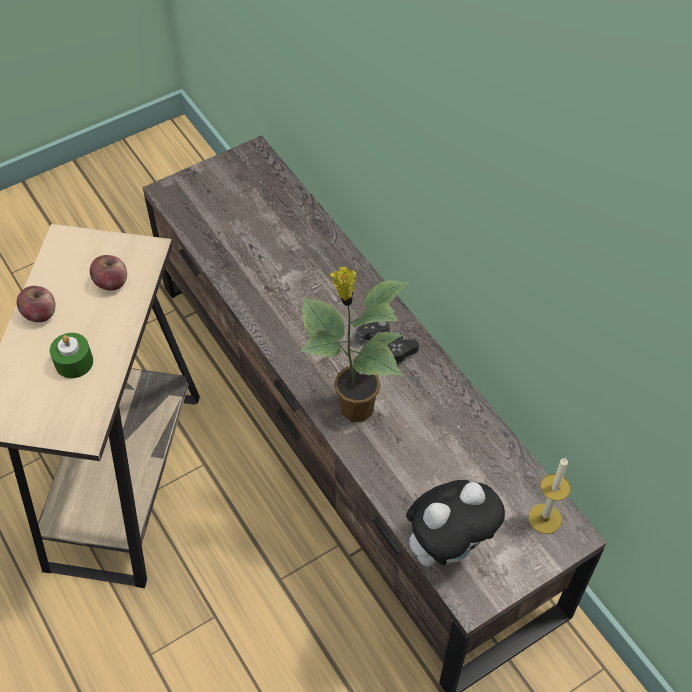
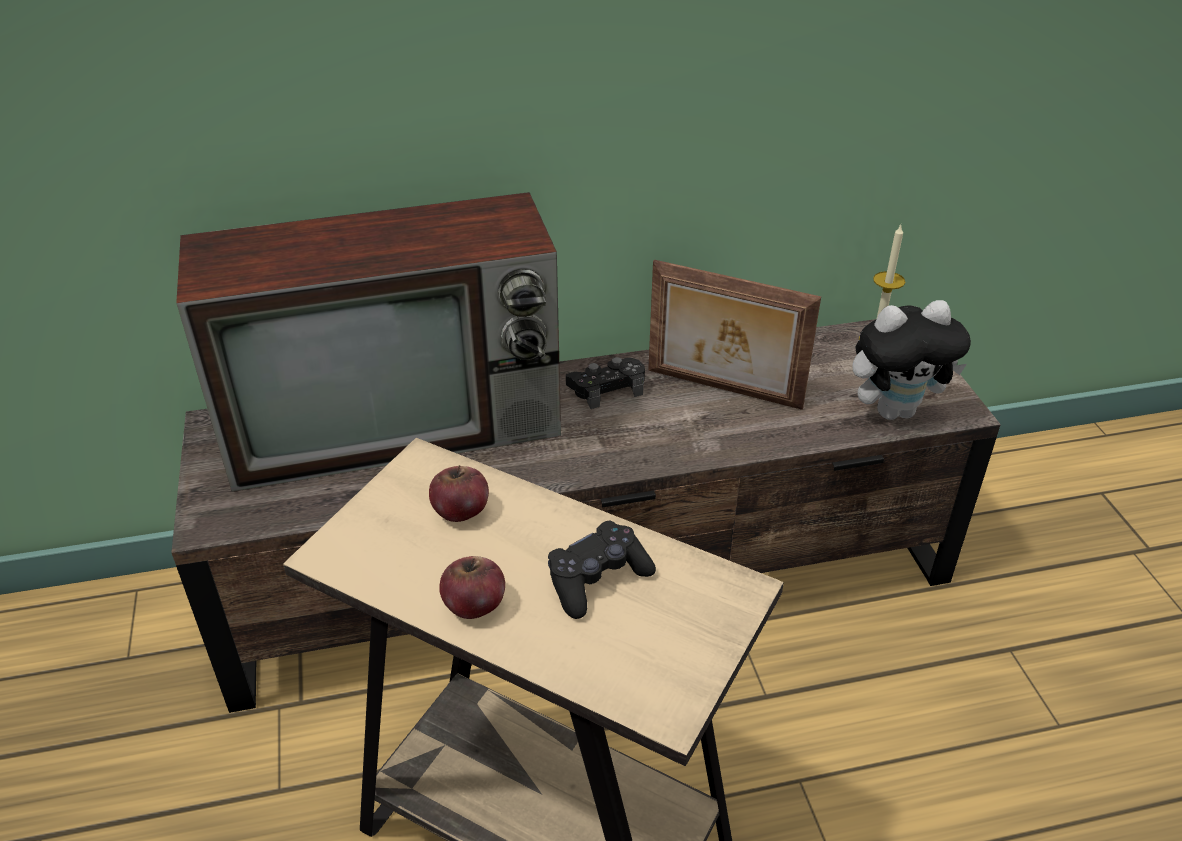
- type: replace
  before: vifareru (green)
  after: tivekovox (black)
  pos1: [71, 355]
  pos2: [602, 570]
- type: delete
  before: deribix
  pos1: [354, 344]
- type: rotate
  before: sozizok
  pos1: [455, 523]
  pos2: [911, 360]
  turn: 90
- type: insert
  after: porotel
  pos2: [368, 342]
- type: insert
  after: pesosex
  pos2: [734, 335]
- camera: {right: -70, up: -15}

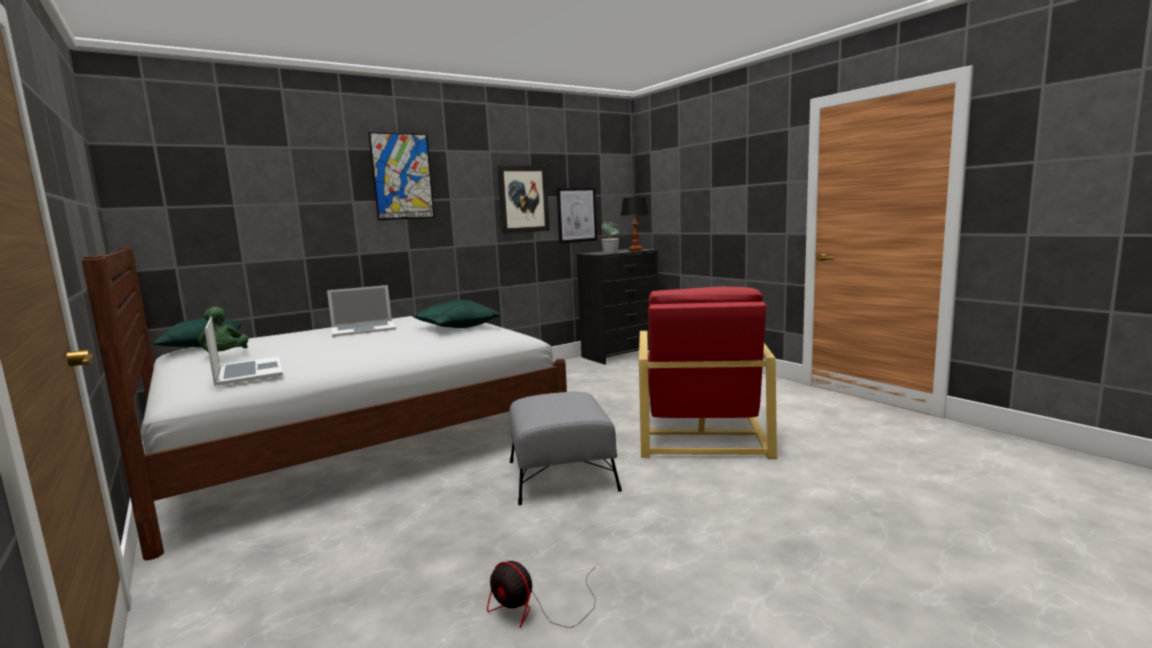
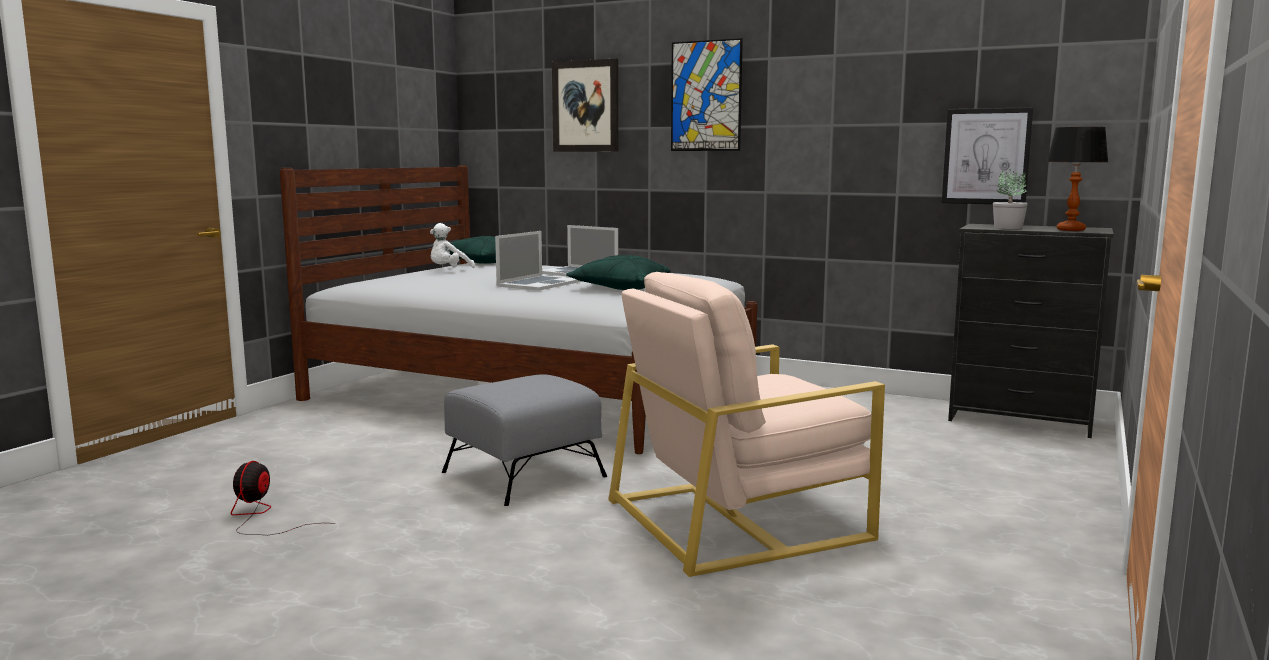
- type: recolor
  before: sozizok (green)
  after: sozizok (white)
  pos1: [223, 329]
  pos2: [452, 245]
- type: move
  before: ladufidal
  pos1: [244, 351]
  pos2: [538, 260]
- type: move
  before: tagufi
  pos1: [523, 200]
  pos2: [585, 105]
- type: recolor
  before: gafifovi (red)
  after: gafifovi (beige)
  pos1: [708, 373]
  pos2: [746, 424]
- camera: {right: 60, up: 0}

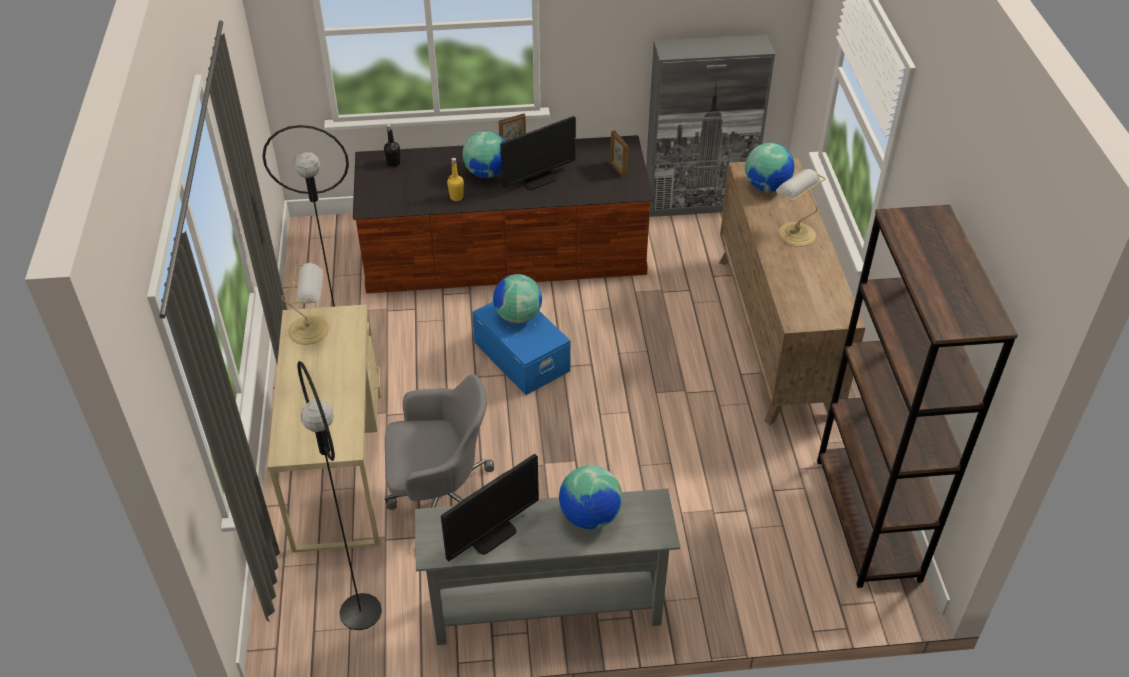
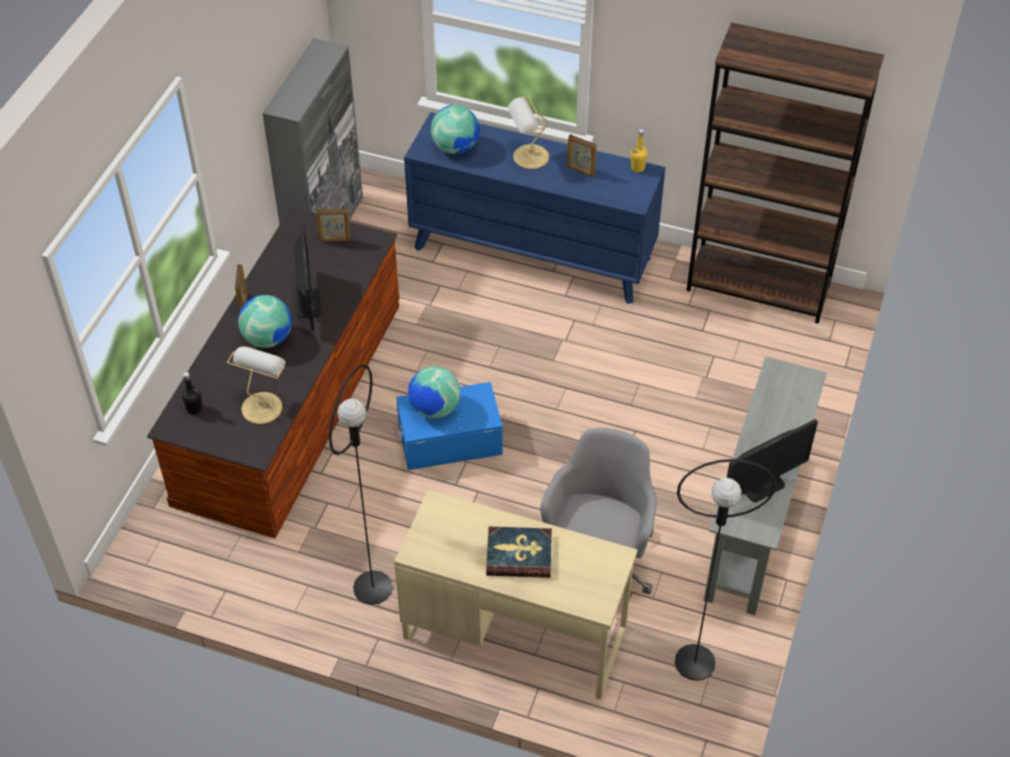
- type: move
  before: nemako
  pos1: [305, 304]
  pos2: [256, 385]
- type: rotate
  before: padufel
  pos1: [490, 507]
  pos2: [772, 460]
  turn: 75
- type: move
  before: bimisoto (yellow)
  pos1: [455, 179]
  pos2: [639, 150]
- type: delete
  before: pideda
  pos1: [591, 497]
- type: recolor
  before: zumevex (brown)
  after: zumevex (blue)
  pos1: [792, 292]
  pos2: [534, 208]
- type: insert
  after: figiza
  pos2: [519, 552]
- type: insert
  after: pesosex
  pos2: [582, 155]
- camera: {right: -65, up: 5}

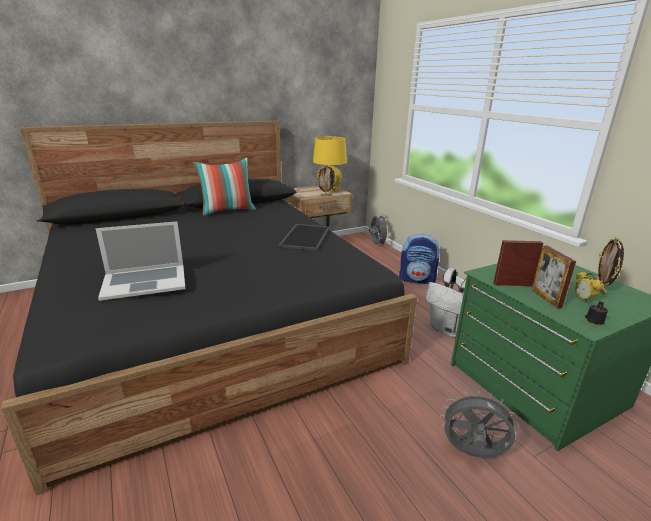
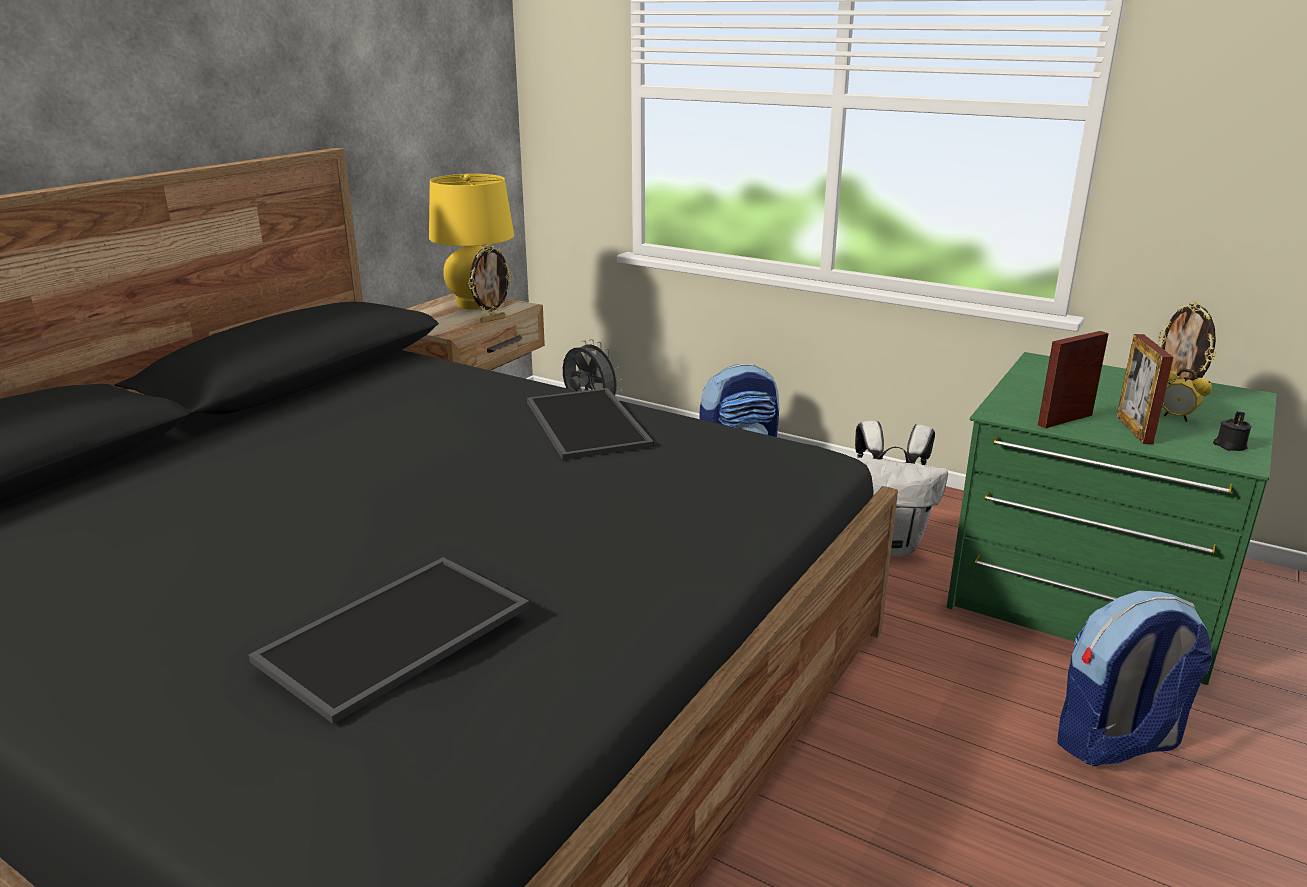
- type: replace
  before: ladufidal
  after: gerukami
  pos1: [140, 261]
  pos2: [388, 640]
- type: delete
  before: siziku
  pos1: [224, 187]
- type: replace
  before: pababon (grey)
  after: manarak
  pos1: [479, 424]
  pos2: [1134, 678]
- type: rotate
  before: pesosex
  pos1: [553, 277]
  pos2: [1145, 389]
  turn: 45
- camera: {right: -30, up: 0}

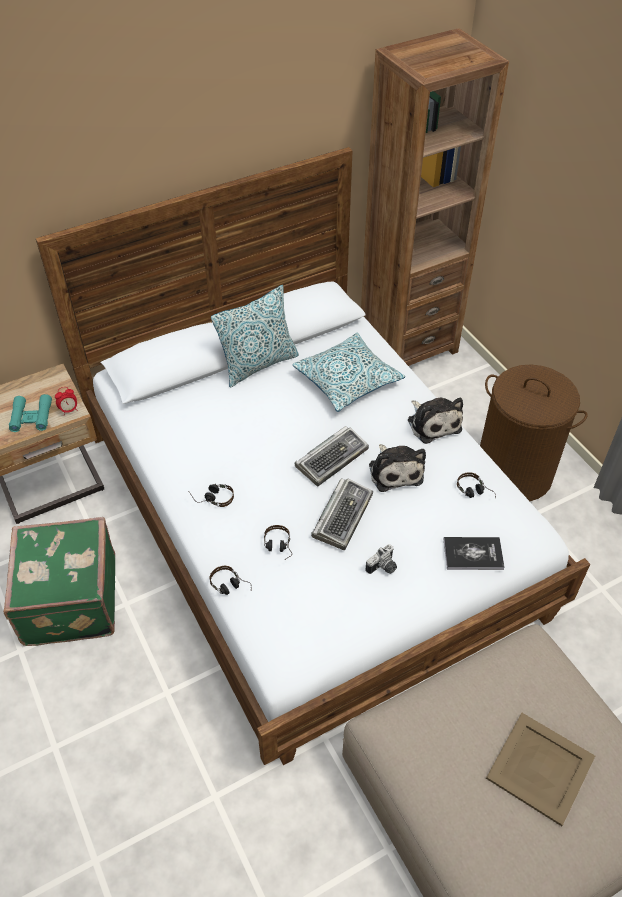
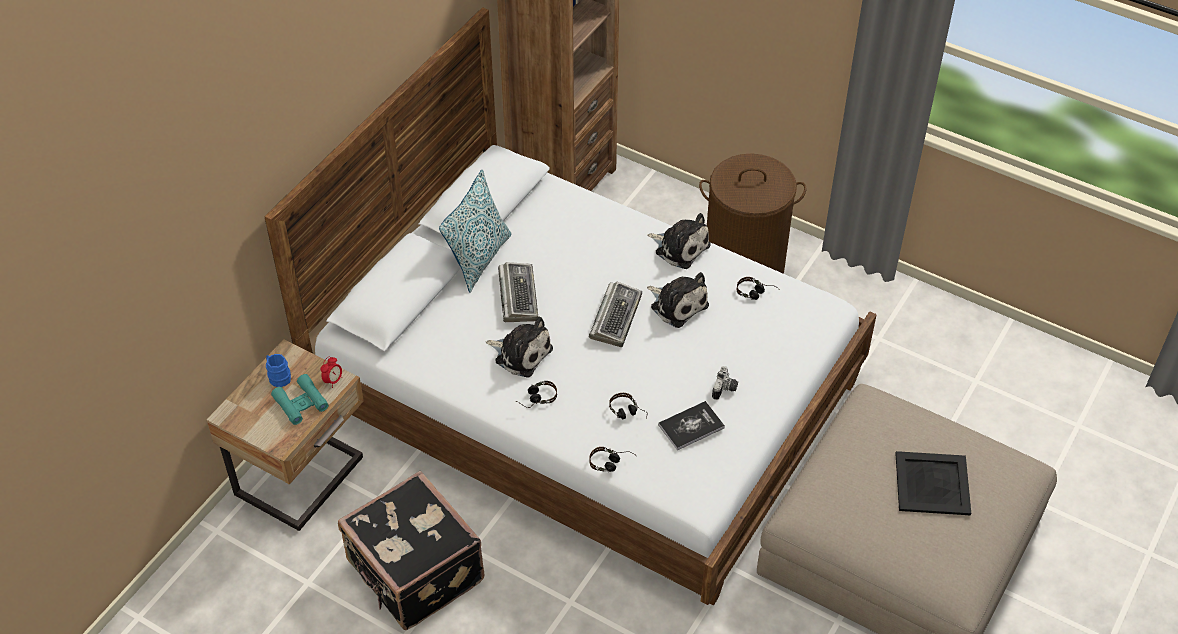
- type: recolor
  before: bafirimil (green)
  after: bafirimil (black)
  pos1: [59, 581]
  pos2: [411, 550]
- type: delete
  before: siziku
  pos1: [348, 372]
- type: move
  before: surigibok
  pos1: [342, 514]
  pos2: [518, 292]
- type: move
  before: figiza
  pos1: [474, 553]
  pos2: [691, 425]
- type: recolor
  before: gerukami (beige)
  after: gerukami (black)
  pos1: [540, 769]
  pos2: [933, 483]
- type: insert
  after: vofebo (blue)
  pos2: [278, 370]
- type: insert
  after: sozizok
  pos2: [519, 346]
- camera: {right: -30, up: 0}

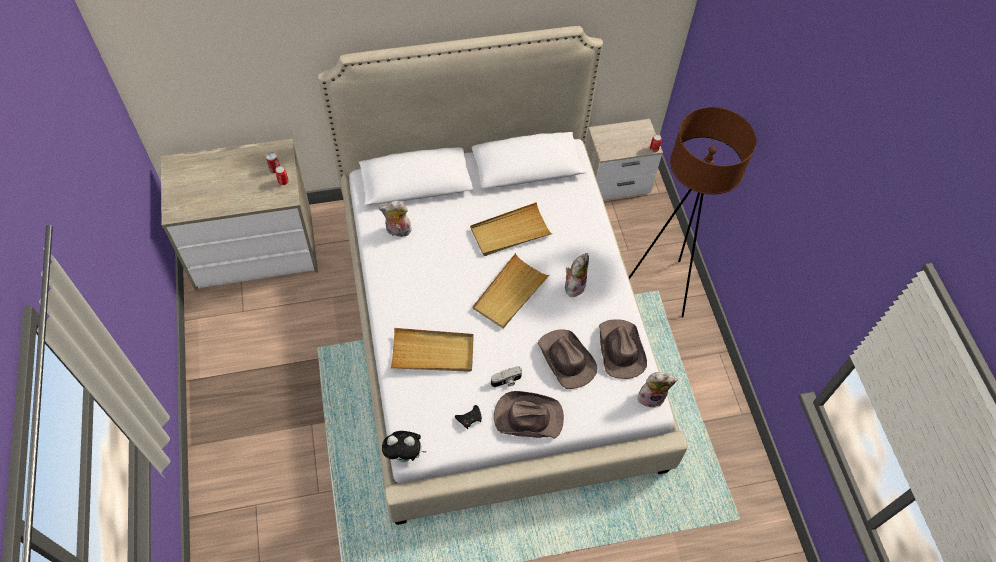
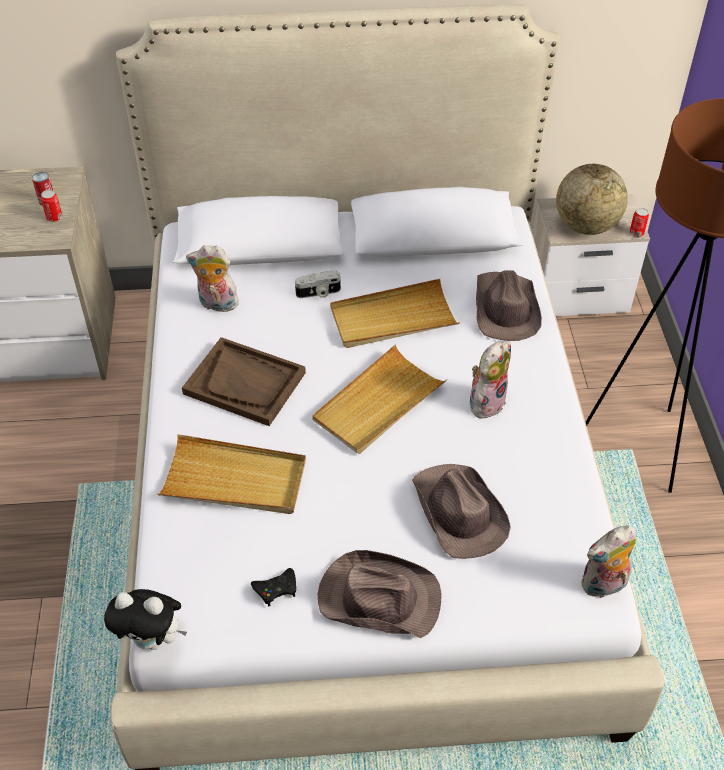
- type: move
  before: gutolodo
  pos1: [506, 376]
  pos2: [318, 284]
- type: move
  before: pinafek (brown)
  pos1: [623, 349]
  pos2: [509, 305]
- type: rotate
  before: sozizok
  pos1: [658, 390]
  pos2: [608, 562]
  turn: 150
- type: insert
  after: gerukami (brown)
  pos2: [244, 381]
- type: insert
  after: pideda
  pos2: [592, 199]
- camera: {right: 10, up: -10}

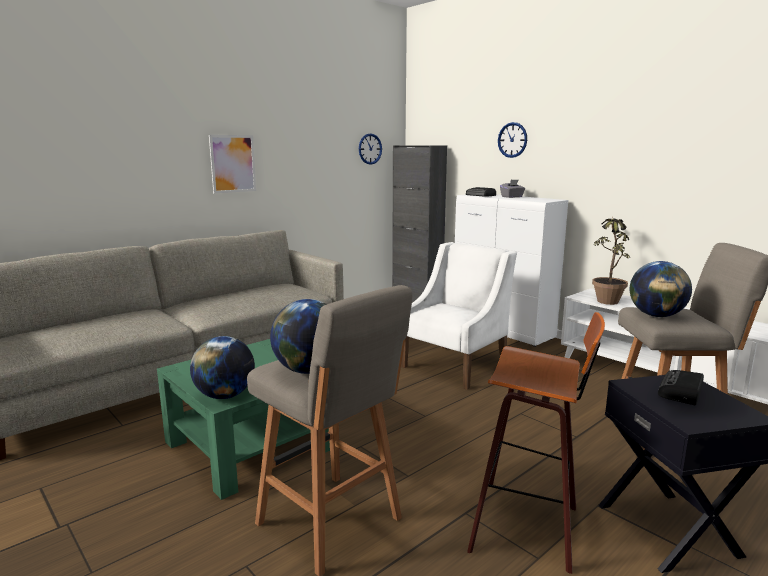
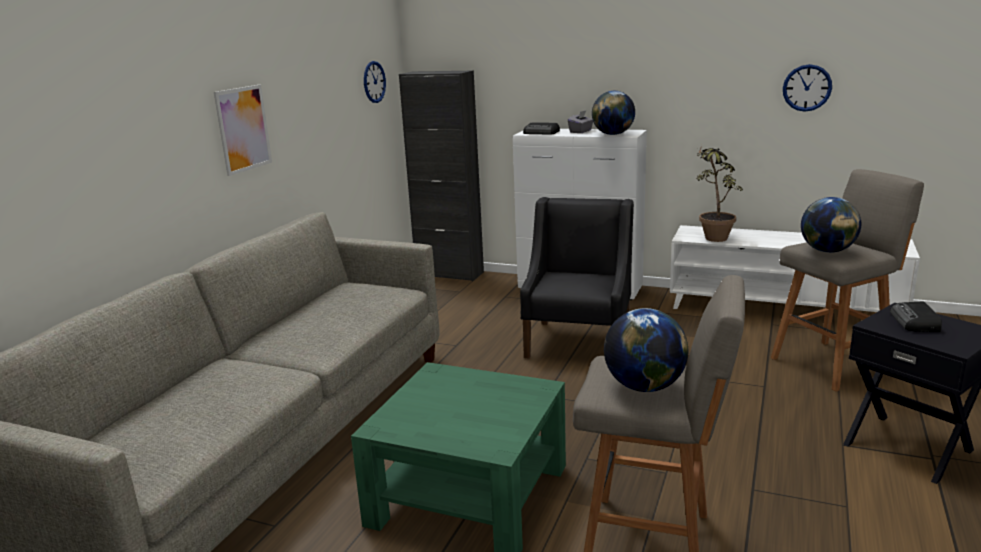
- type: move
  before: pideda
  pos1: [222, 367]
  pos2: [613, 113]
- type: recolor
  before: gafifovi (white)
  after: gafifovi (black)
  pos1: [459, 316]
  pos2: [577, 277]
- type: delete
  before: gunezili
  pos1: [536, 443]
- type: move
  before: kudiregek
  pos1: [512, 140]
  pos2: [807, 87]
- camera: {right: -25, up: 5}

